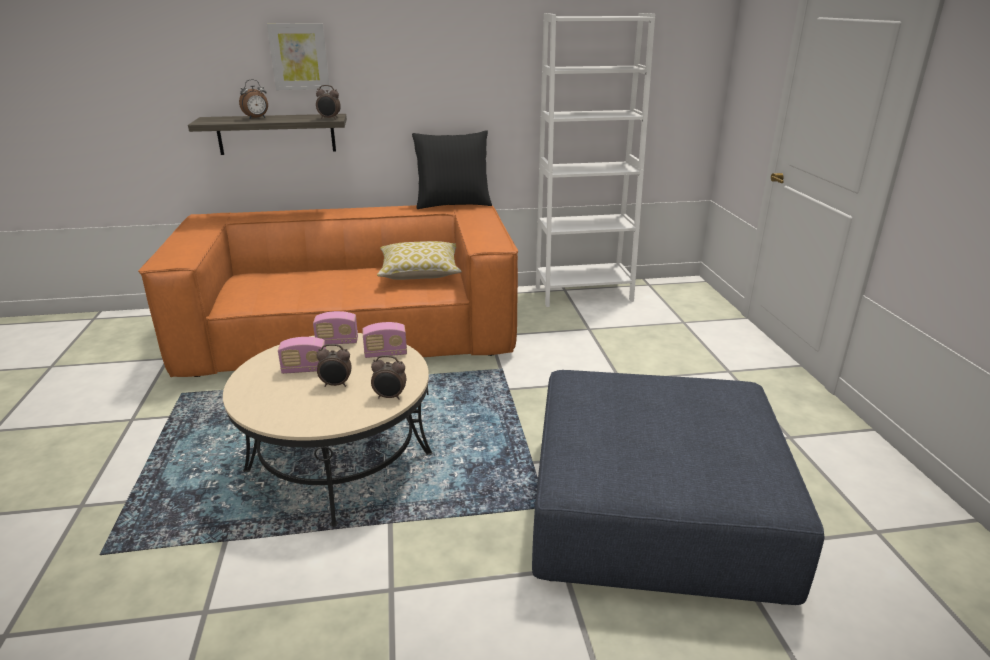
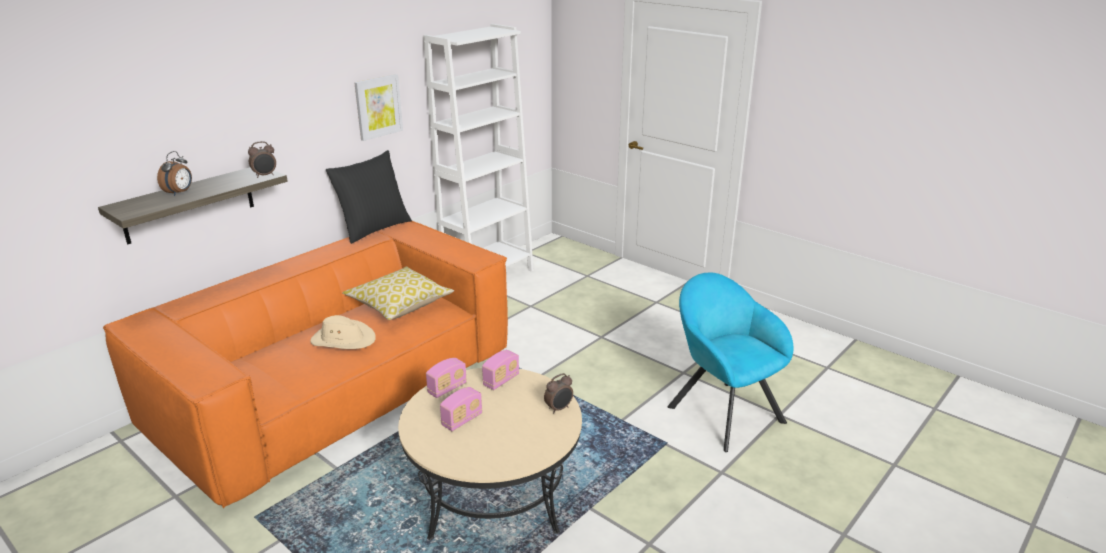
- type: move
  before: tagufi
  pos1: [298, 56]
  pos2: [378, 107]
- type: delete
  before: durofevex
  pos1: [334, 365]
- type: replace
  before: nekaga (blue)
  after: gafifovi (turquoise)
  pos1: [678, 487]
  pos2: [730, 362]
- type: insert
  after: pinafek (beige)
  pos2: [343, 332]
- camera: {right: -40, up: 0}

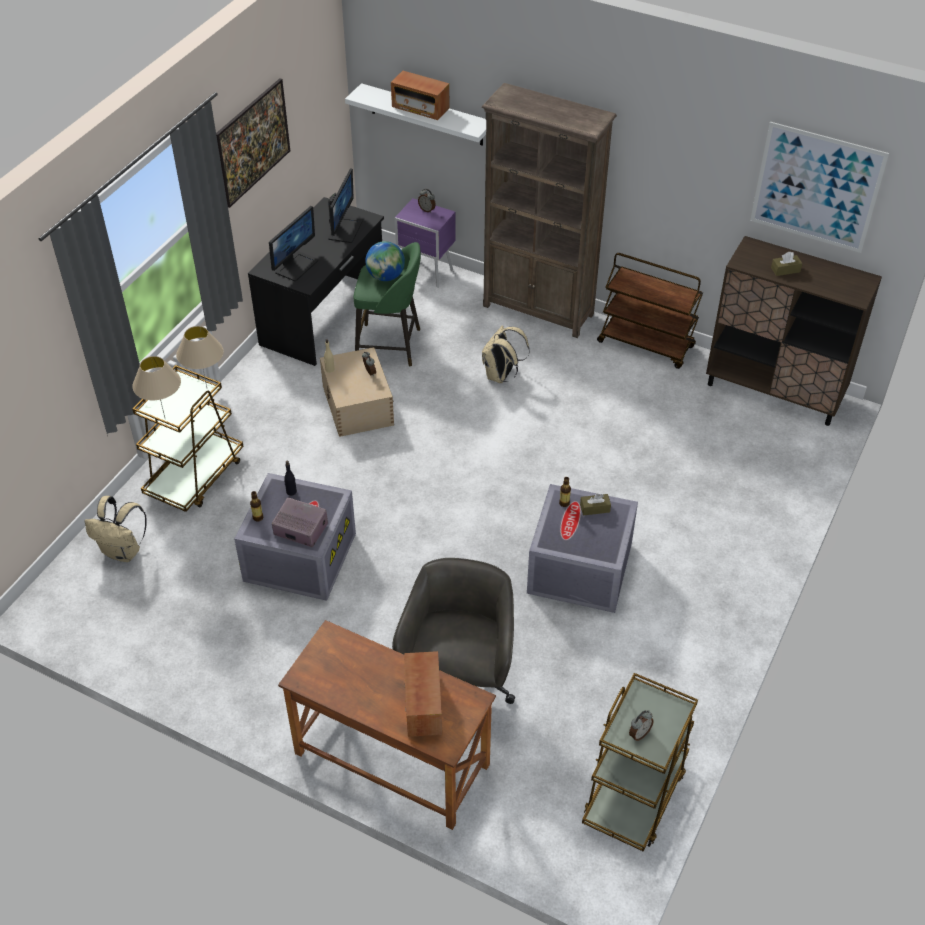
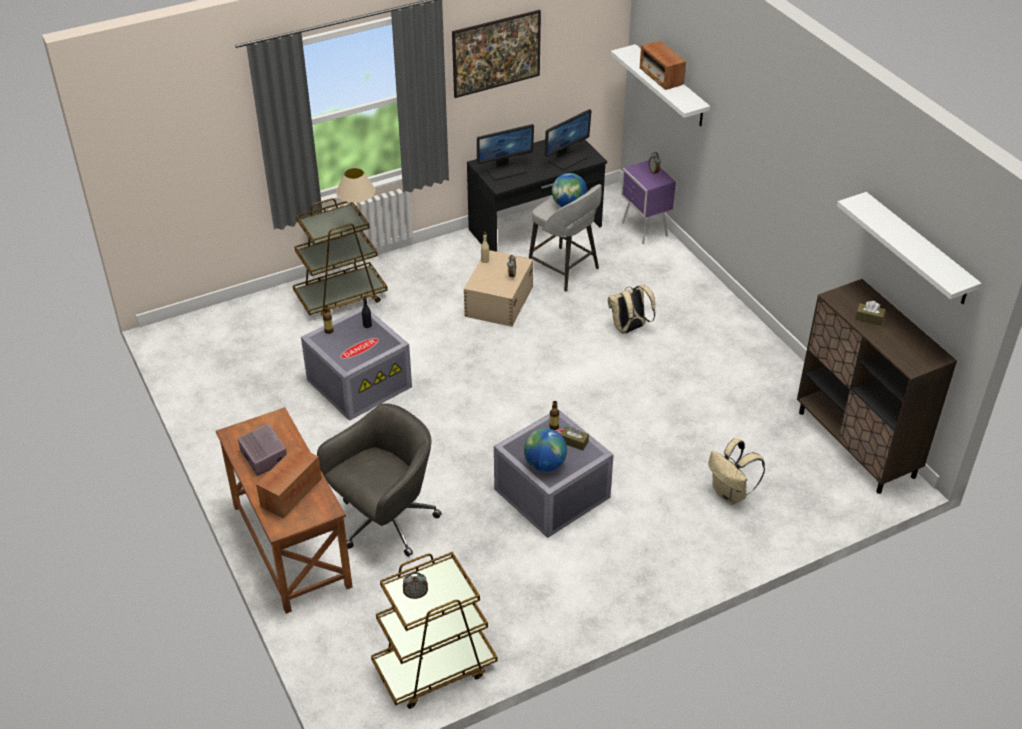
- type: move
  before: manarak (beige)
  pos1: [115, 529]
  pos2: [736, 471]
- type: delete
  before: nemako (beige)
  pos1: [156, 387]
- type: move
  before: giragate
  pos1: [300, 522]
  pos2: [262, 450]
- type: recolor
  before: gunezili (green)
  after: gunezili (grey)
  pos1: [387, 304]
  pos2: [565, 237]
- type: delete
  before: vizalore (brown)
  pos1: [549, 210]
- type: delete
  before: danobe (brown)
  pos1: [650, 311]
- type: replace
  before: tagufi
  after: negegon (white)
  pos1: [819, 187]
  pos2: [909, 248]
- type: insert
  after: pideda
  pos2: [545, 450]
- camera: {right: 35, up: -5}

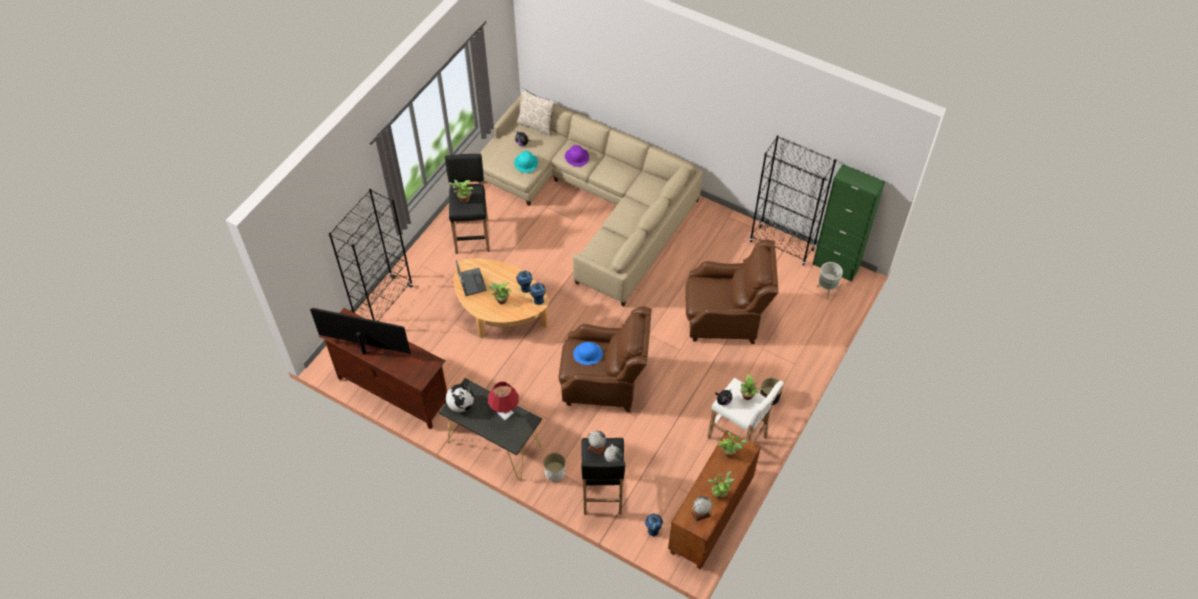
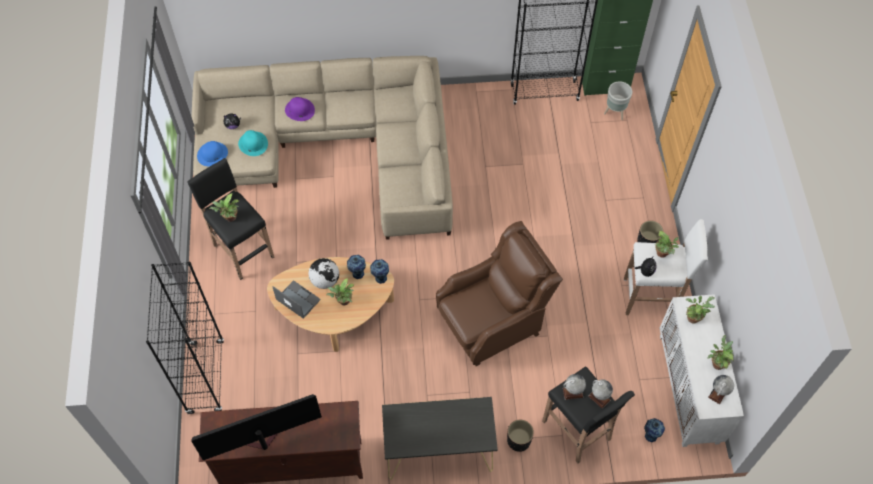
- type: move
  before: pideda
  pos1: [460, 398]
  pos2: [323, 273]
- type: delete
  before: nemako (red)
  pos1: [503, 401]
- type: delete
  before: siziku
  pos1: [536, 112]
- type: recolor
  before: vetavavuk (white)
  after: vetavavuk (black)
  pos1: [554, 467]
  pos2: [520, 436]
- type: move
  before: pinafek (blue)
  pos1: [588, 353]
  pos2: [212, 153]
- type: recolor
  before: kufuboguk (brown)
  after: kufuboguk (white)
  pos1: [714, 499]
  pos2: [702, 370]
- type: delete
  before: gafifovi (brown)
  pos1: [732, 292]
- camera: {right: -35, up: 5}

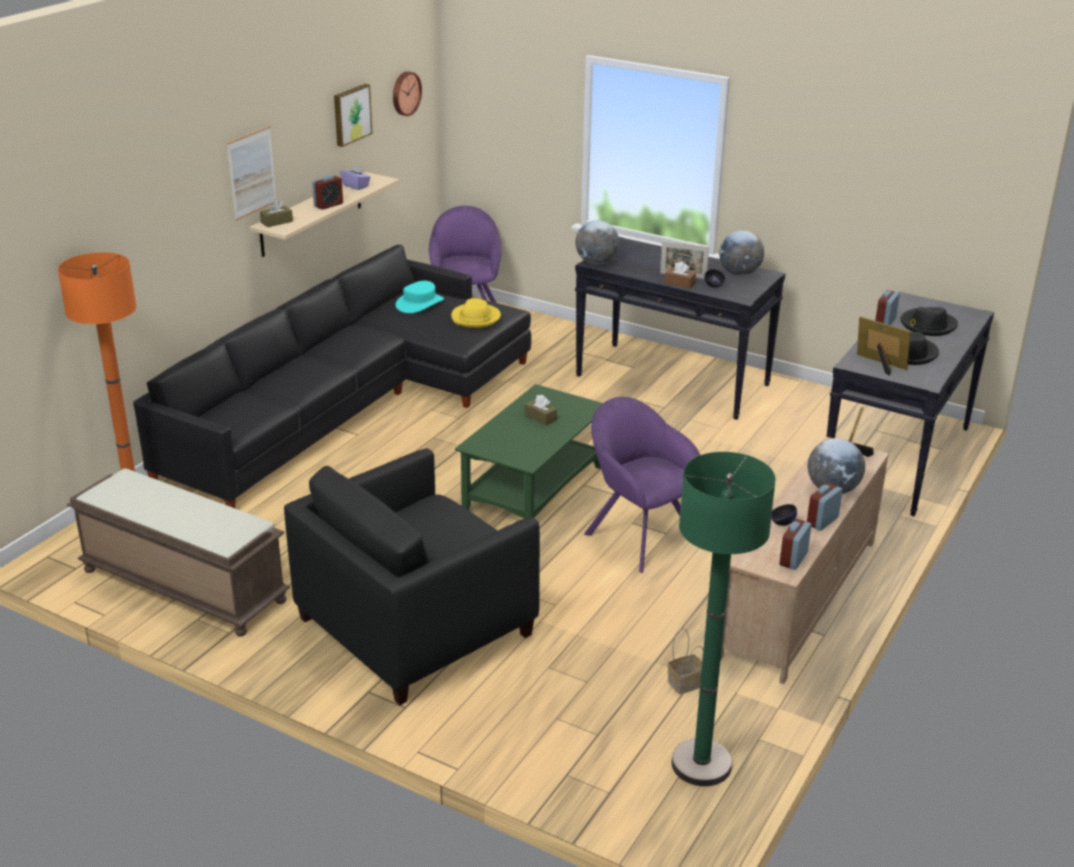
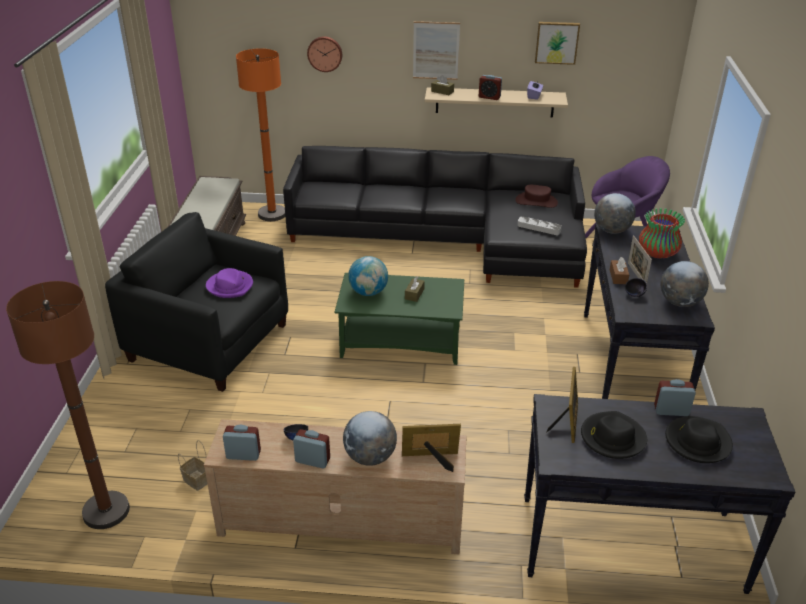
- type: move
  before: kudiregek
  pos1: [407, 93]
  pos2: [324, 54]
- type: recolor
  before: pinafek (turquoise)
  after: pinafek (brown)
  pos1: [420, 297]
  pos2: [536, 196]
- type: replace
  before: pinafek (yellow)
  after: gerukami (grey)
  pos1: [476, 313]
  pos2: [539, 225]
- type: delete
  before: gafifovi (purple)
  pos1: [642, 485]
- type: recolor
  before: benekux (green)
  after: benekux (brown)
  pos1: [723, 619]
  pos2: [68, 405]
- type: insert
  after: pinafek (purple)
  pos2: [229, 283]
- type: insert
  after: pideda
  pos2: [368, 276]
- type: insert
  after: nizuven
  pos2: [662, 233]
- camera: {right: 65, up: 5}

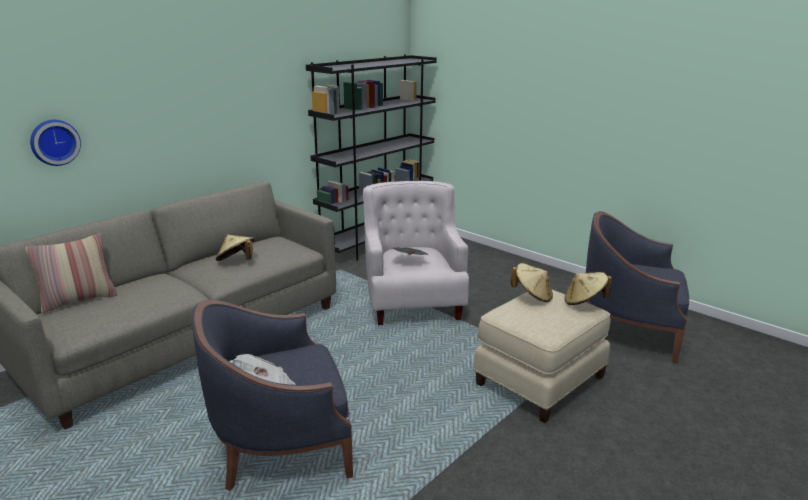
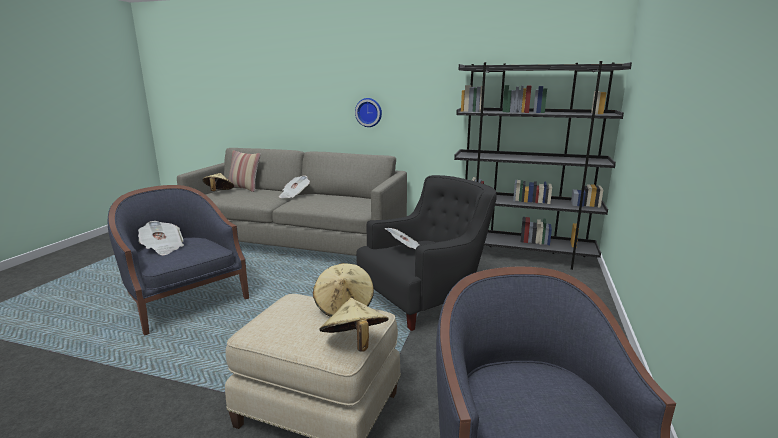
- type: move
  before: kudiregek
  pos1: [55, 143]
  pos2: [368, 112]
- type: move
  before: pinafek (beige)
  pos1: [235, 248]
  pos2: [218, 182]
- type: recolor
  before: gafifovi (white)
  after: gafifovi (black)
  pos1: [416, 253]
  pos2: [426, 253]
- type: insert
  after: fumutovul
  pos2: [294, 186]
- camera: {right: 65, up: -5}

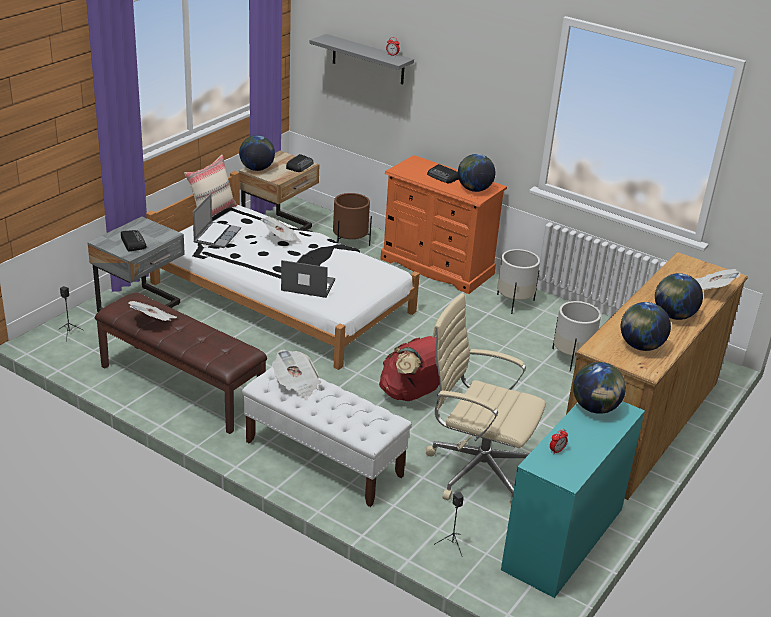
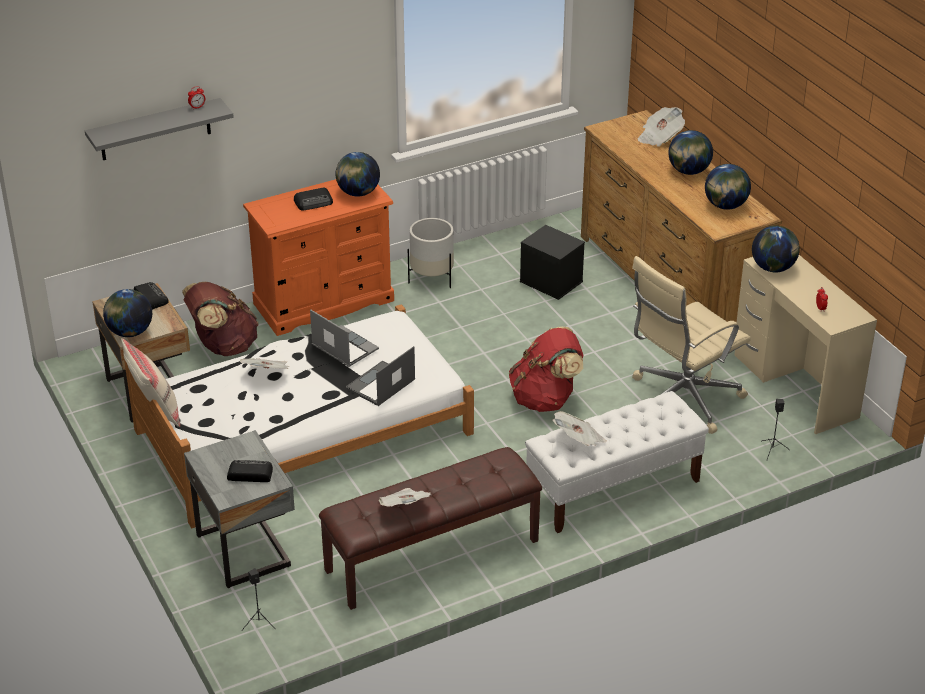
- type: move
  before: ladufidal
  pos1: [217, 220]
  pos2: [344, 338]
- type: replace
  before: vetavavuk (brown)
  after: manarak (brown)
  pos1: [352, 219]
  pos2: [220, 319]
- type: recolor
  before: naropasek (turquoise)
  after: naropasek (beige)
  pos1: [573, 499]
  pos2: [805, 344]
- type: replace
  before: vetavavuk (white)
  after: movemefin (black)
  pos1: [576, 336]
  pos2: [552, 262]
- camera: {right: -60, up: 5}

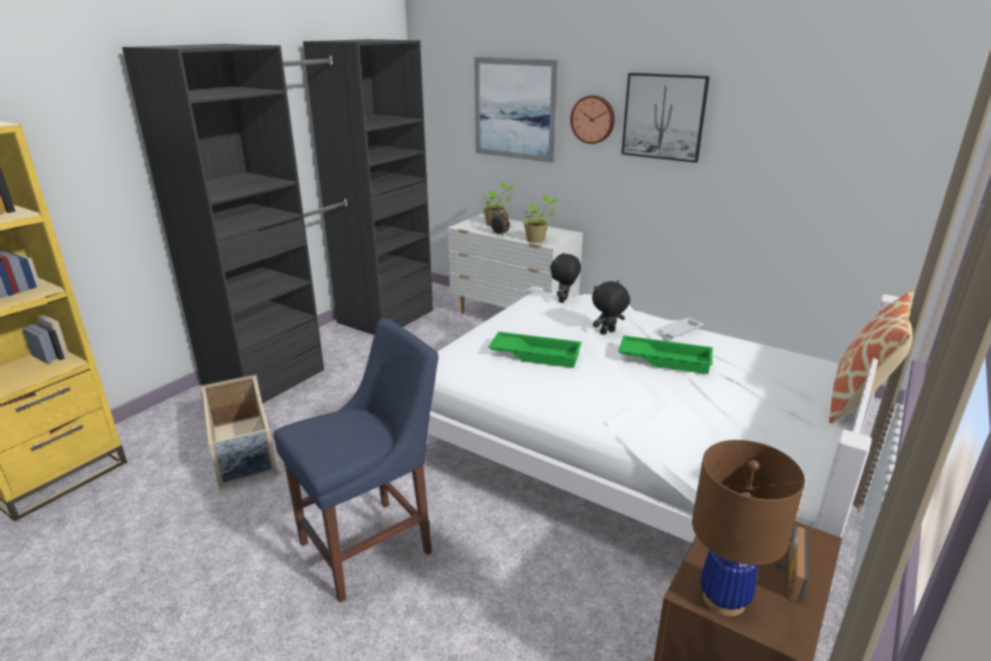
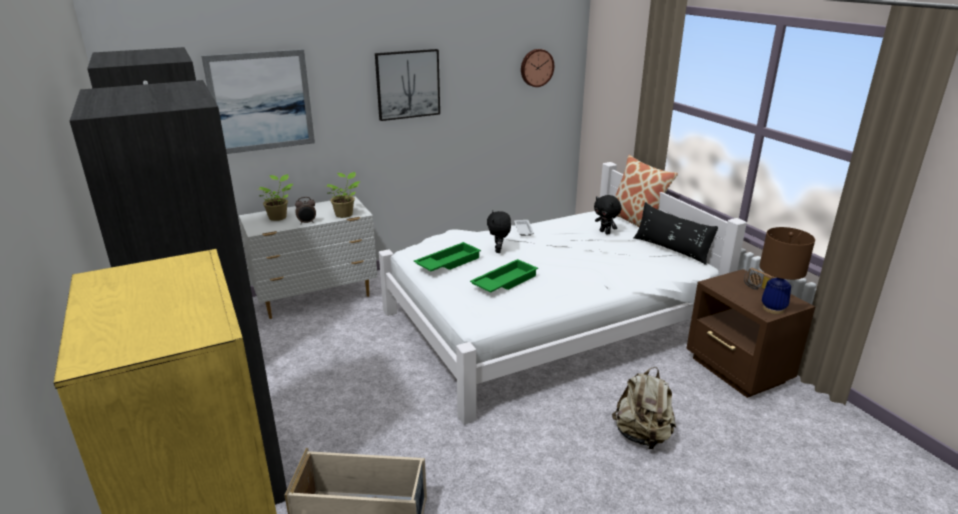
- type: delete
  before: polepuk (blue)
  pos1: [356, 460]
- type: move
  before: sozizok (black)
  pos1: [565, 278]
  pos2: [607, 215]
- type: move
  before: kudiregek
  pos1: [592, 119]
  pos2: [537, 68]
- type: move
  before: gerukami (green)
  pos1: [665, 354]
  pos2: [447, 256]
- type: insert
  after: manarak (beige)
  pos2: [644, 408]
- type: insert
  after: siziku (black)
  pos2: [675, 233]
- camera: {right: -60, up: 0}

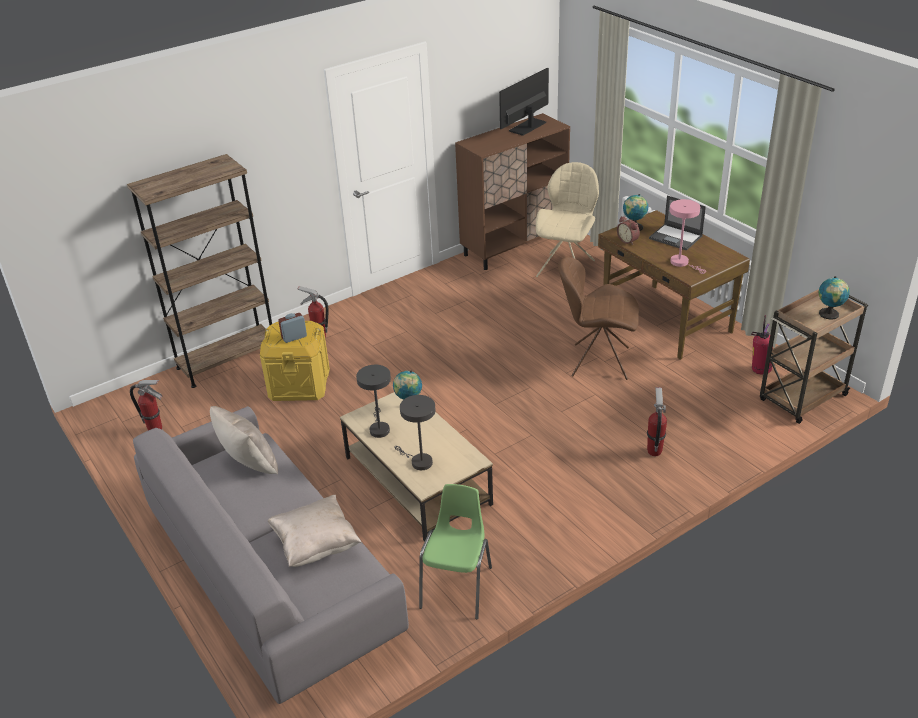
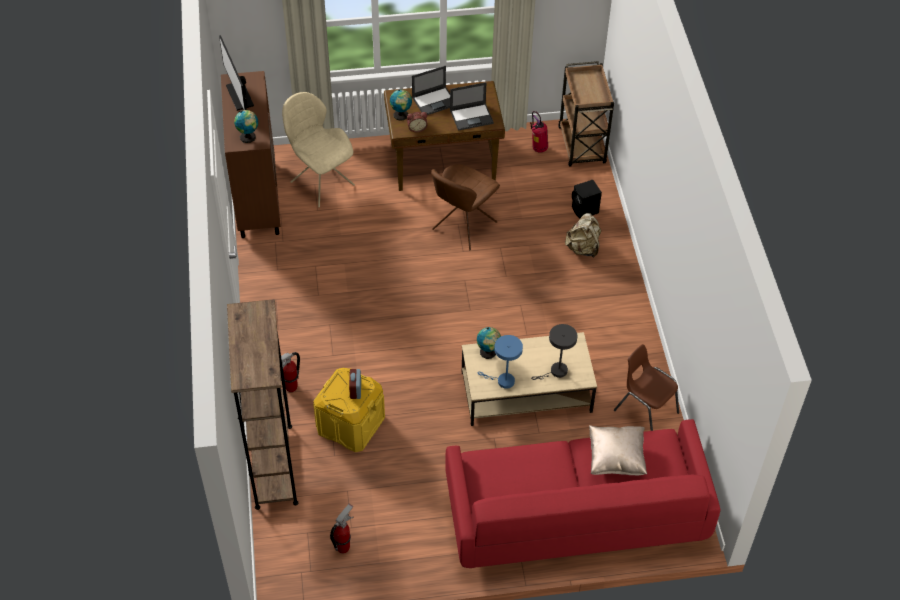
- type: recolor
  before: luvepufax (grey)
  after: luvepufax (red)
  pos1: [271, 555]
  pos2: [582, 493]
- type: delete
  before: siziku (beige)
  pos1: [244, 440]
- type: recolor
  before: nemako (grey)
  after: nemako (blue)
  pos1: [373, 401]
  pos2: [500, 362]
- type: recolor
  before: polepuk (green)
  after: polepuk (brown)
  pos1: [455, 551]
  pos2: [646, 387]
- type: replace
  before: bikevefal
  after: manarak (beige)
  pos1: [657, 421]
  pos2: [583, 235]
- type: replace
  before: nemako (pink)
  after: ladufidal
  pos1: [688, 236]
  pos2: [472, 106]
- type: move
  before: pideda
  pos1: [834, 298]
  pos2: [246, 126]
- type: insert
  after: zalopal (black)
  pos2: [587, 199]
- camera: {right: -65, up: 15}

